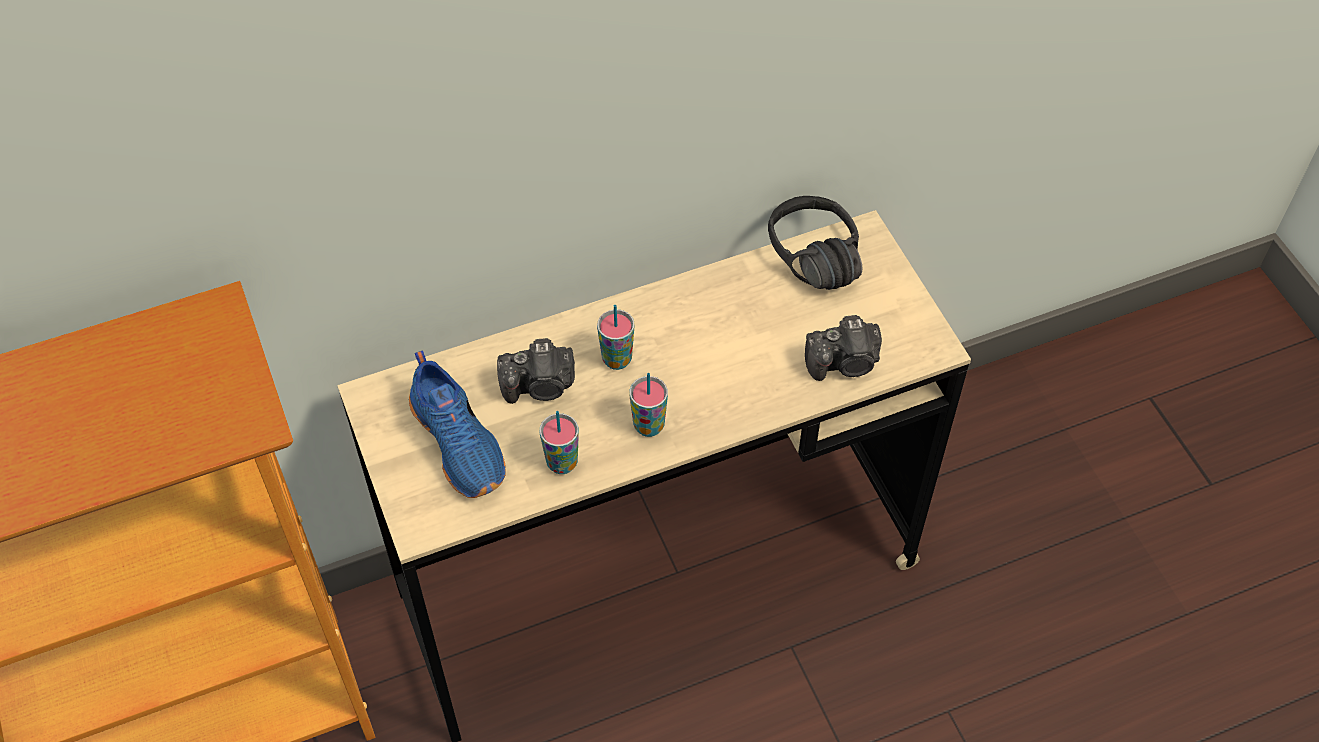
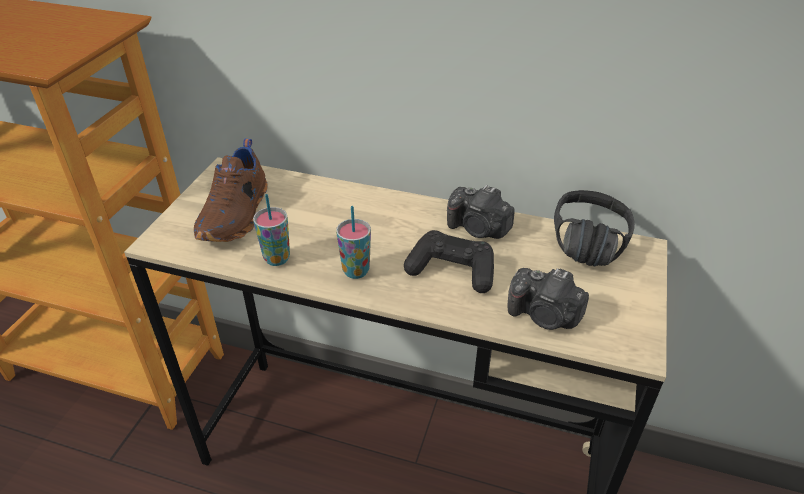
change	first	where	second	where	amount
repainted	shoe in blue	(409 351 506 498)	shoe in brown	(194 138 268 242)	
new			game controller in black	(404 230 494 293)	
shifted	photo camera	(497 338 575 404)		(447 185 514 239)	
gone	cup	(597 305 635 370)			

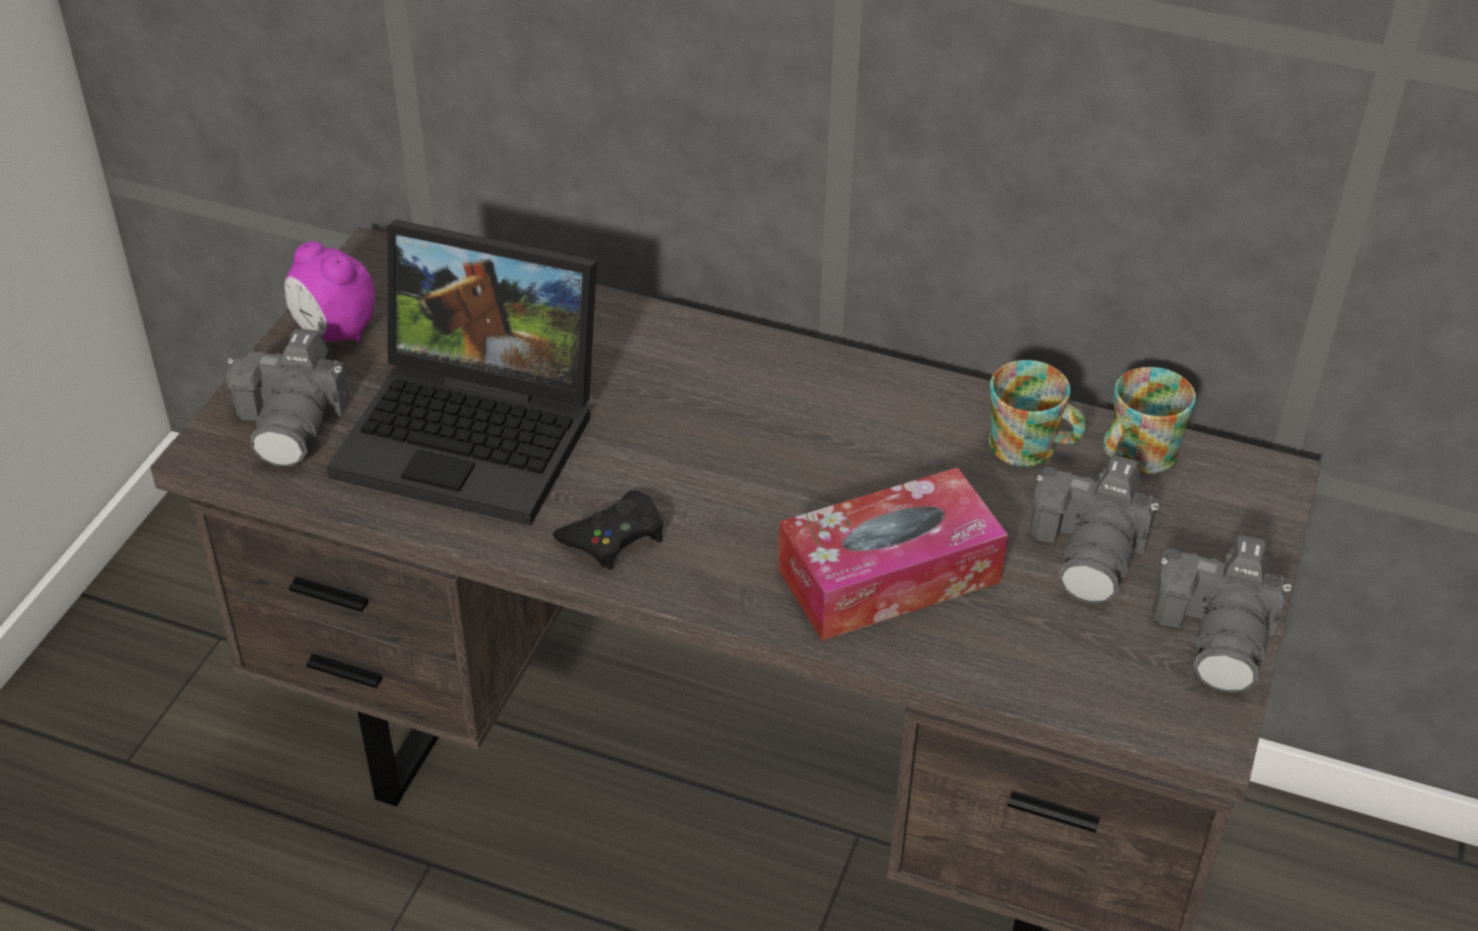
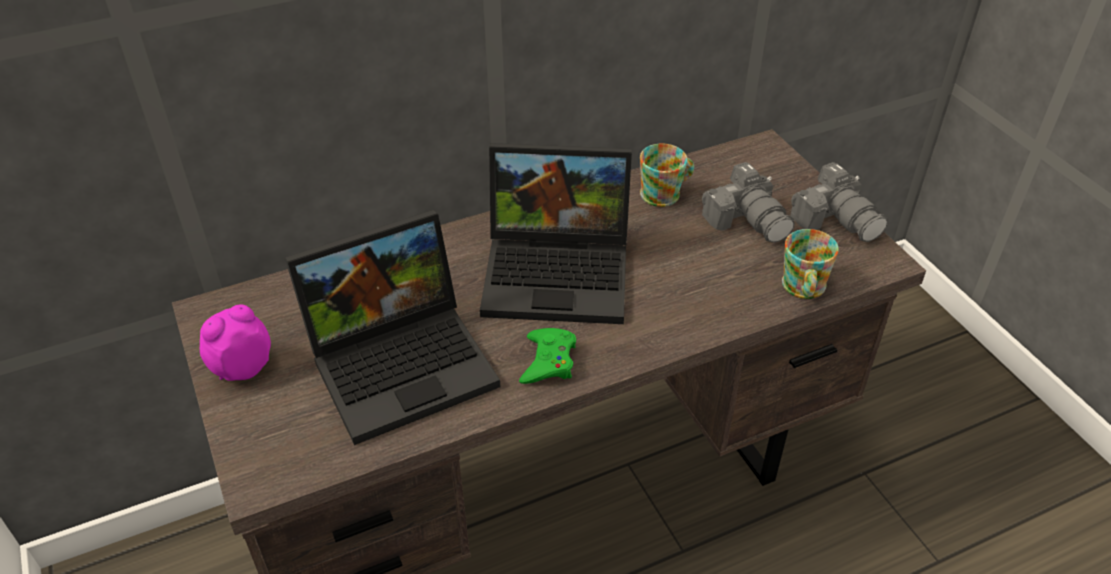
change	first	where	second	where	amount
rotated	alarm clock	(285 241 375 342)		(200 304 271 381)	150 degrees clockwise
new			laptop	(480 143 632 324)	
repainted	game controller in black	(553 490 663 570)	game controller in green	(519 328 576 384)	
shifted	mug	(1103 367 1196 474)		(782 229 839 299)	
gone	photo camera	(226 329 349 466)			
gone	tissue box	(778 467 1008 641)			

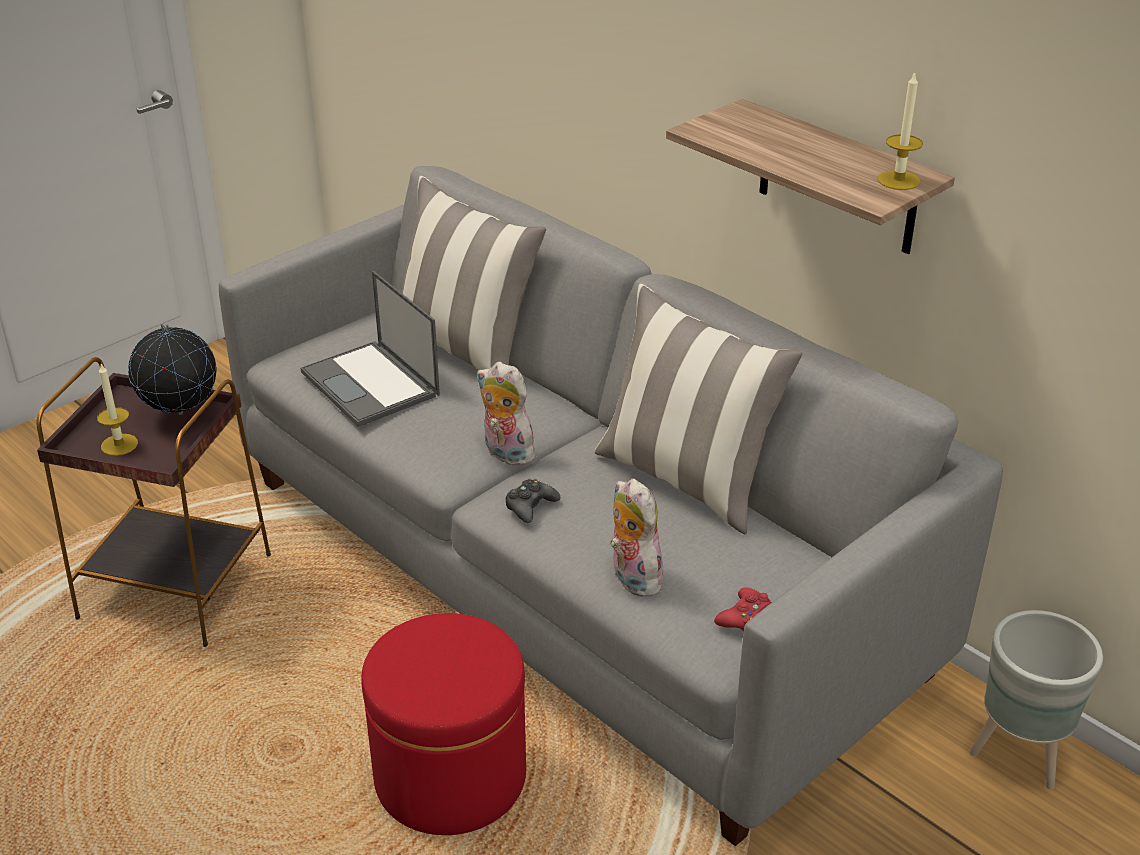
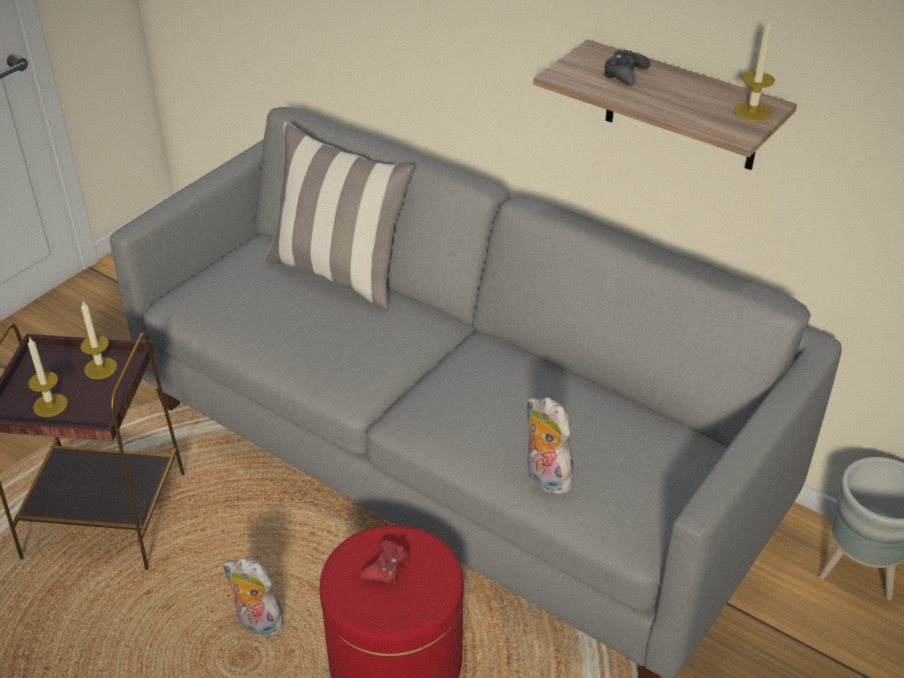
change	first	where	second	where	amount
swapped	globe	(128 324 217 415)	candle	(80 301 117 379)	
shifted	plush toy	(477 362 539 466)		(223 558 284 636)	
shifted	game controller in red	(714 587 772 632)		(360 540 410 585)	
shifted	game controller in black	(506 479 560 523)		(603 50 651 86)	
gone	laptop	(301 271 440 427)			
gone	pillow	(594 284 802 534)			

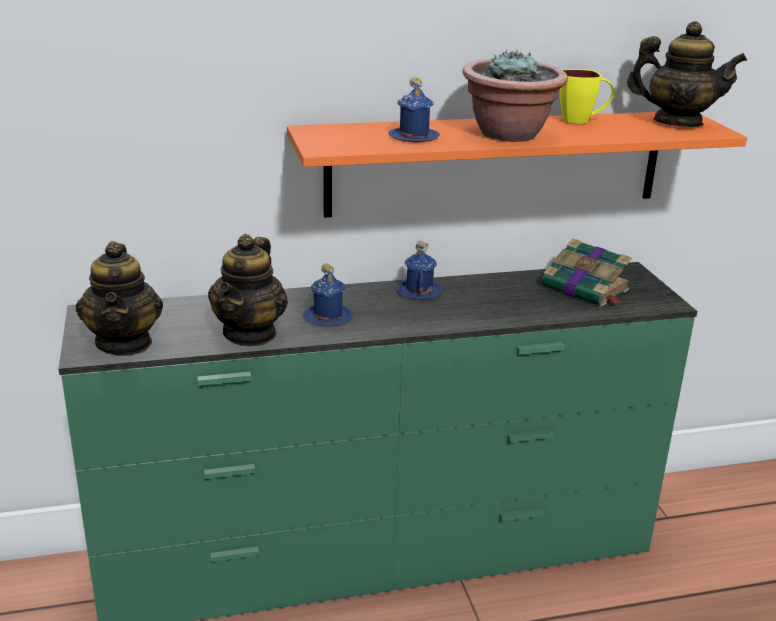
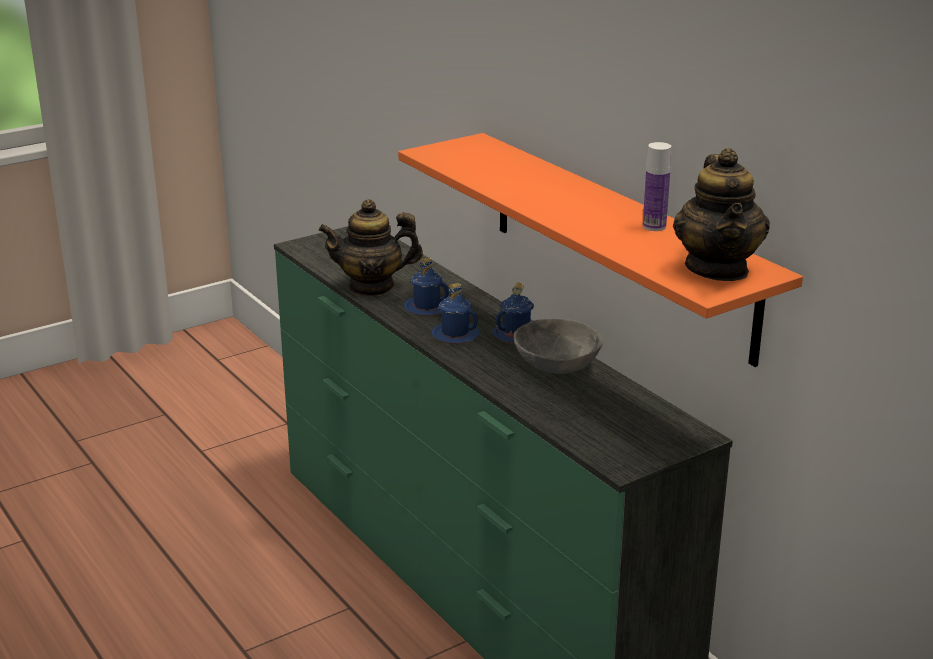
change	first	where	second	where	amount
shifted	mug in blue	(389 77 440 142)		(432 283 480 344)	
new			bowl in grey	(514 319 603 374)	
swapped	mug in yellow	(559 69 614 124)	bottle	(643 142 671 231)	
gone	teapot	(76 241 163 356)			
gone	potted plant	(462 49 568 142)			
gone	book	(542 238 632 307)			

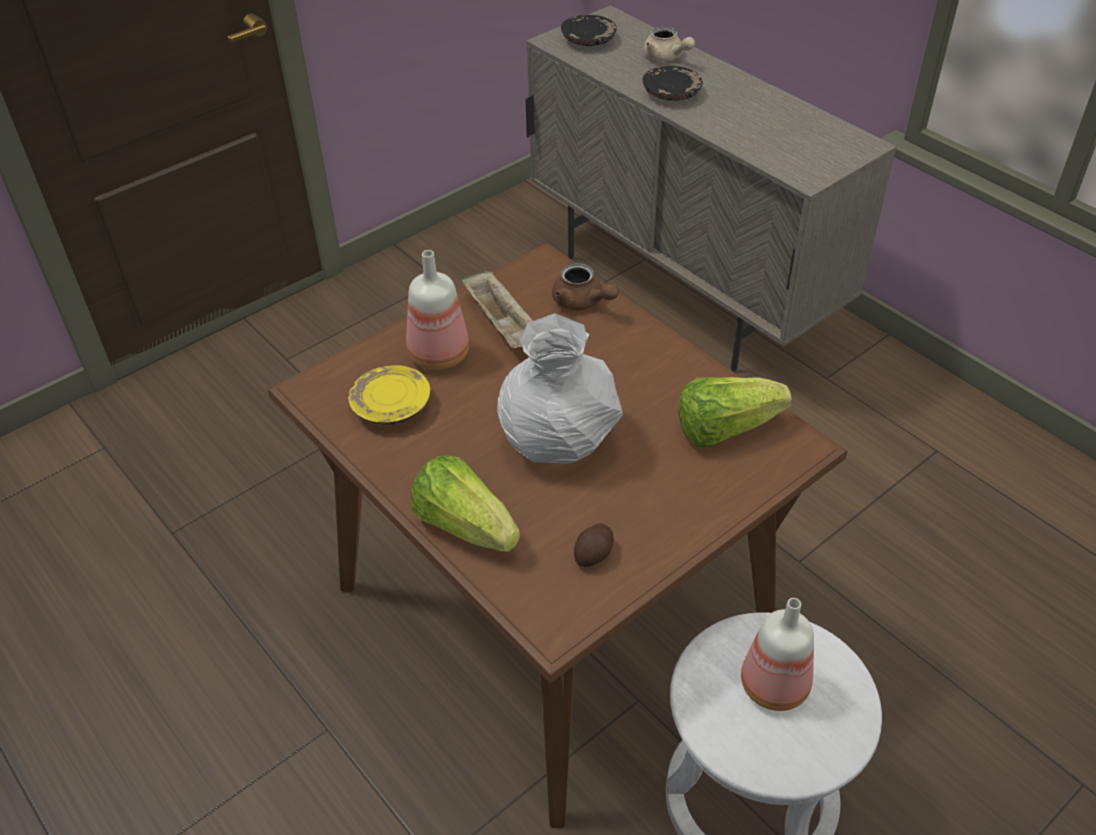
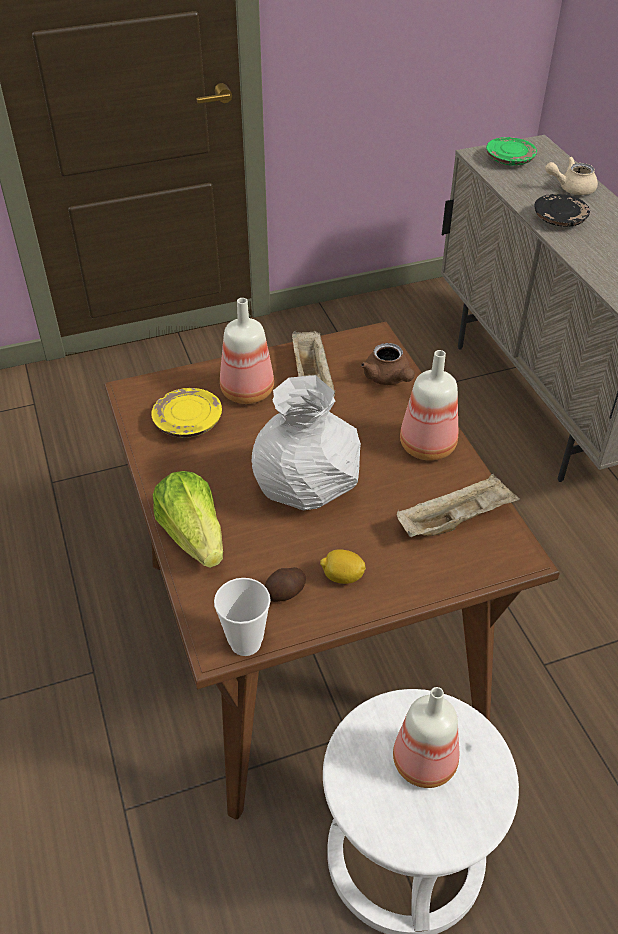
change	first	where	second	where	amount
new			cup	(214 578 271 656)	
new			lemon	(320 549 366 584)	
swapped	lettuce	(678 377 792 447)	tray in beige	(397 474 520 537)	
new			bottle	(400 350 458 461)	
repainted	plate in black	(561 15 617 46)	plate in green	(486 137 537 165)	
rotated	teapot in beige	(643 26 695 61)		(545 156 598 195)	105 degrees clockwise

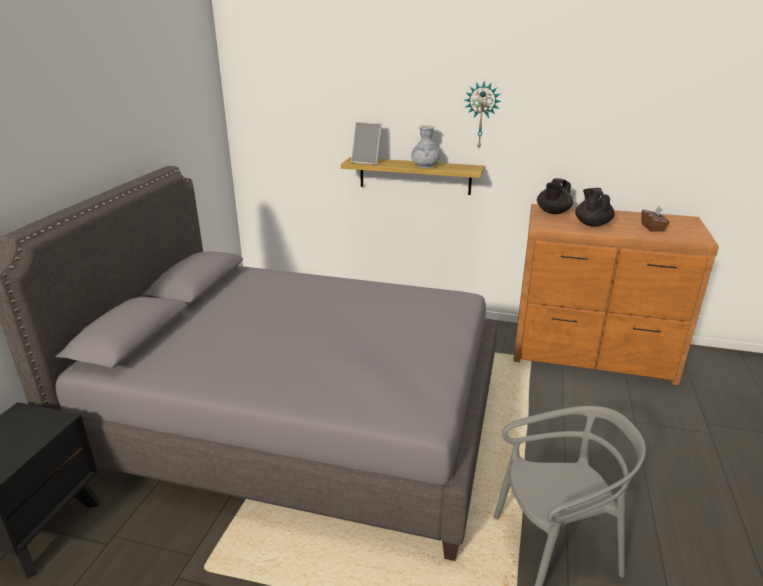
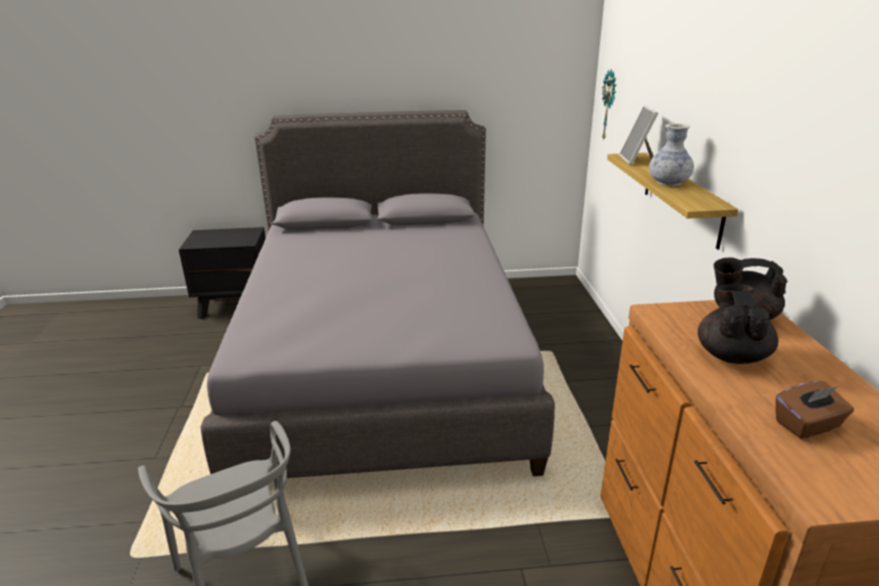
change	first	where	second	where	amount
shifted	wall clock	(465 81 502 148)		(602 69 616 141)	
rotated	teapot in black	(575 188 615 227)		(698 284 778 364)	60 degrees counterclockwise

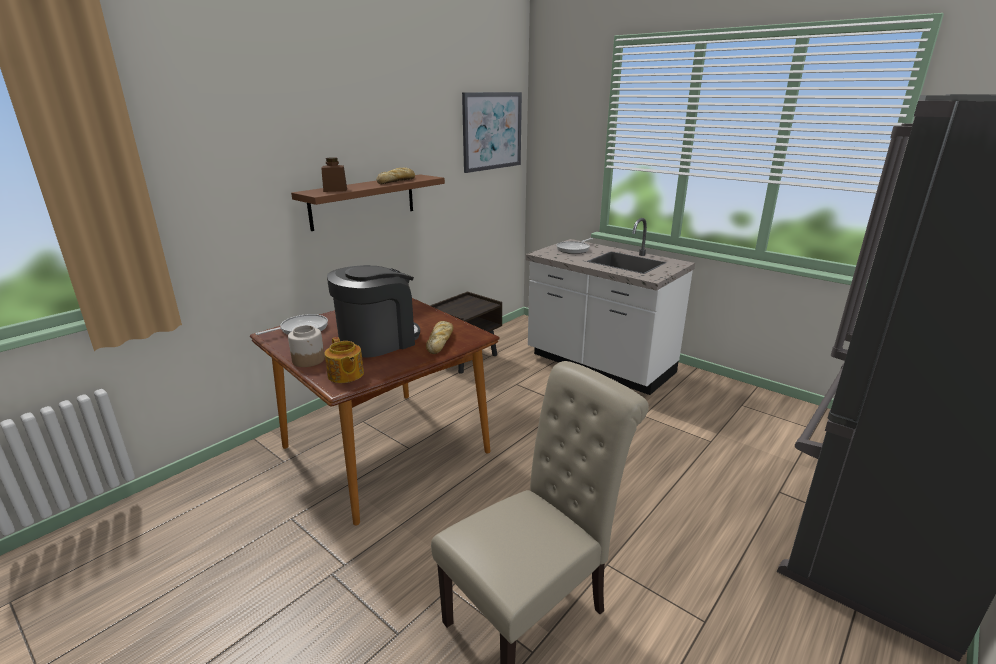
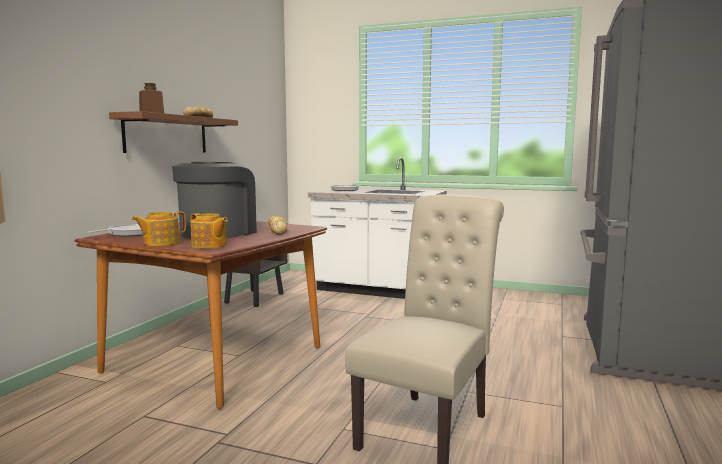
change	first	where	second	where	amount
swapped	jar	(288 325 325 367)	teapot	(132 211 186 246)	
gone	picture	(462 92 522 173)			

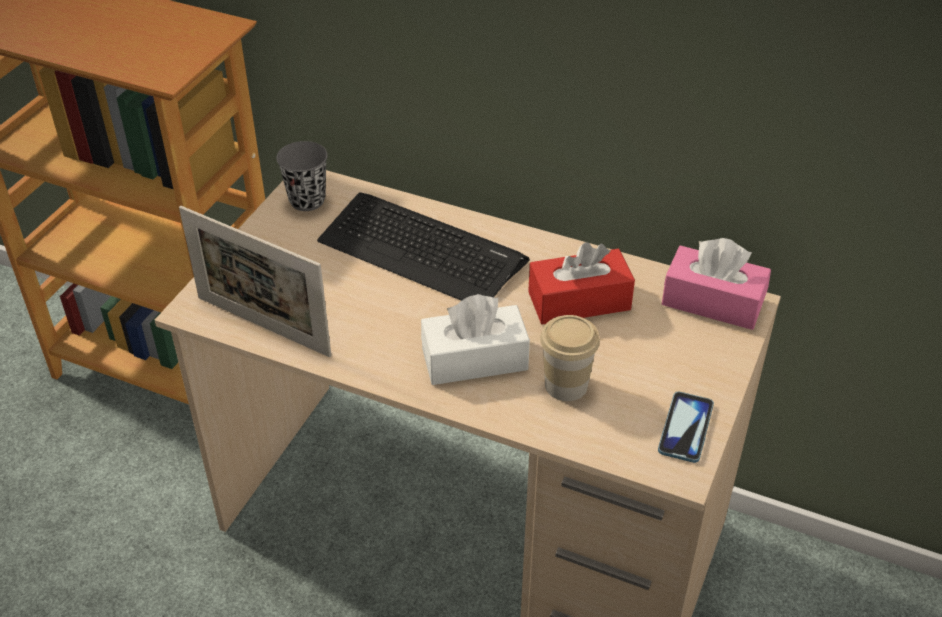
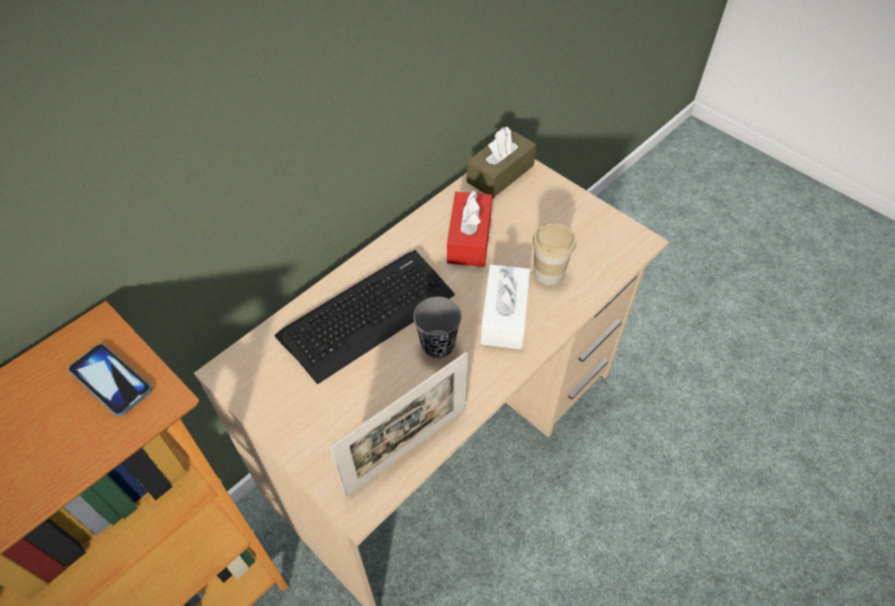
change	first	where	second	where	amount
shifted	phone	(658 392 714 463)		(68 343 152 416)	
shifted	cup in grey	(276 141 328 211)		(413 297 462 358)	
repainted	tissue box in pink	(662 238 771 330)	tissue box in brown	(467 127 536 199)	

